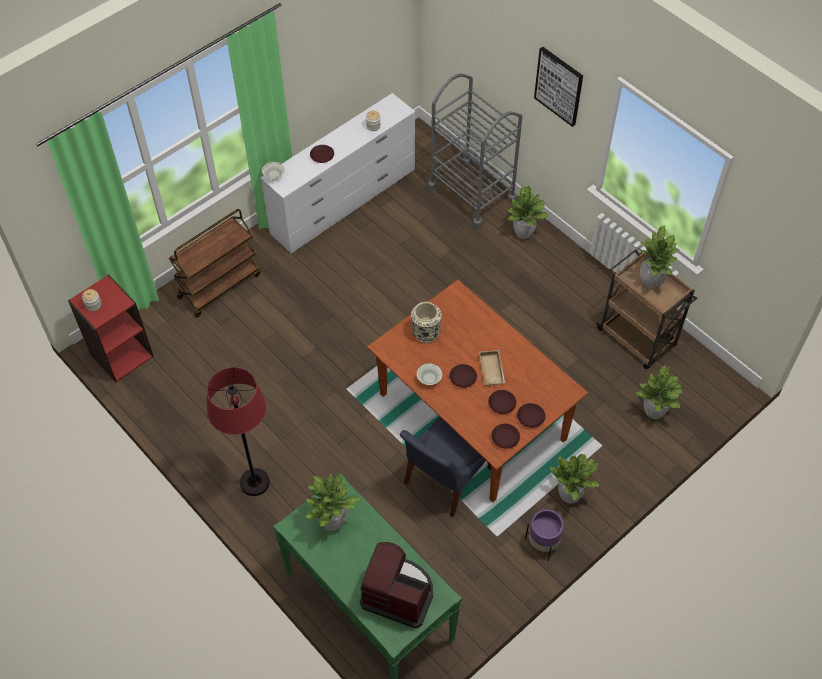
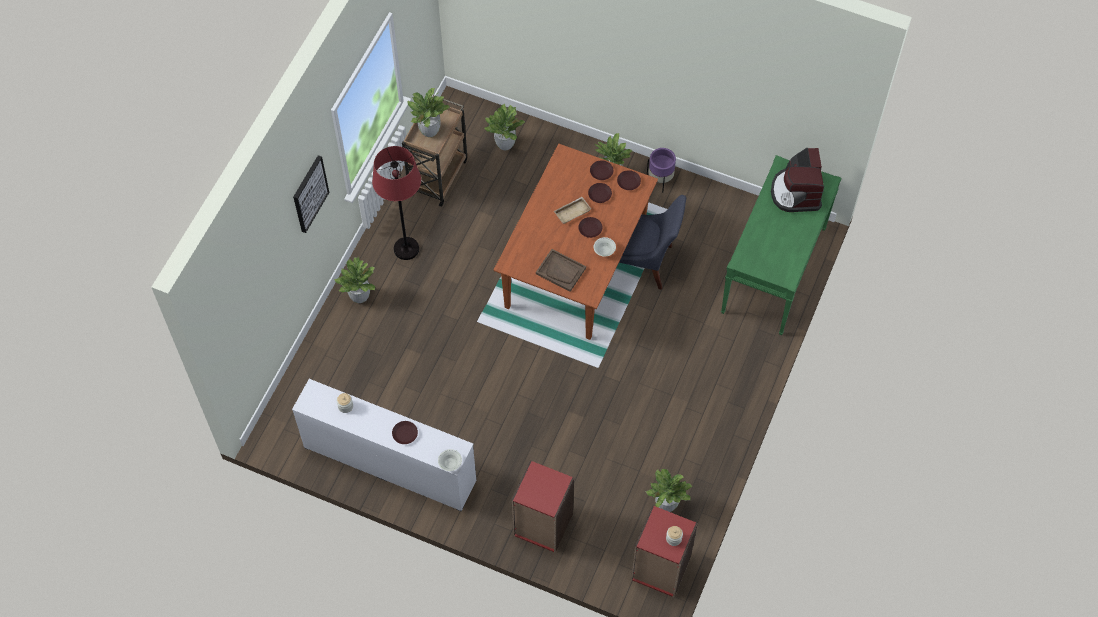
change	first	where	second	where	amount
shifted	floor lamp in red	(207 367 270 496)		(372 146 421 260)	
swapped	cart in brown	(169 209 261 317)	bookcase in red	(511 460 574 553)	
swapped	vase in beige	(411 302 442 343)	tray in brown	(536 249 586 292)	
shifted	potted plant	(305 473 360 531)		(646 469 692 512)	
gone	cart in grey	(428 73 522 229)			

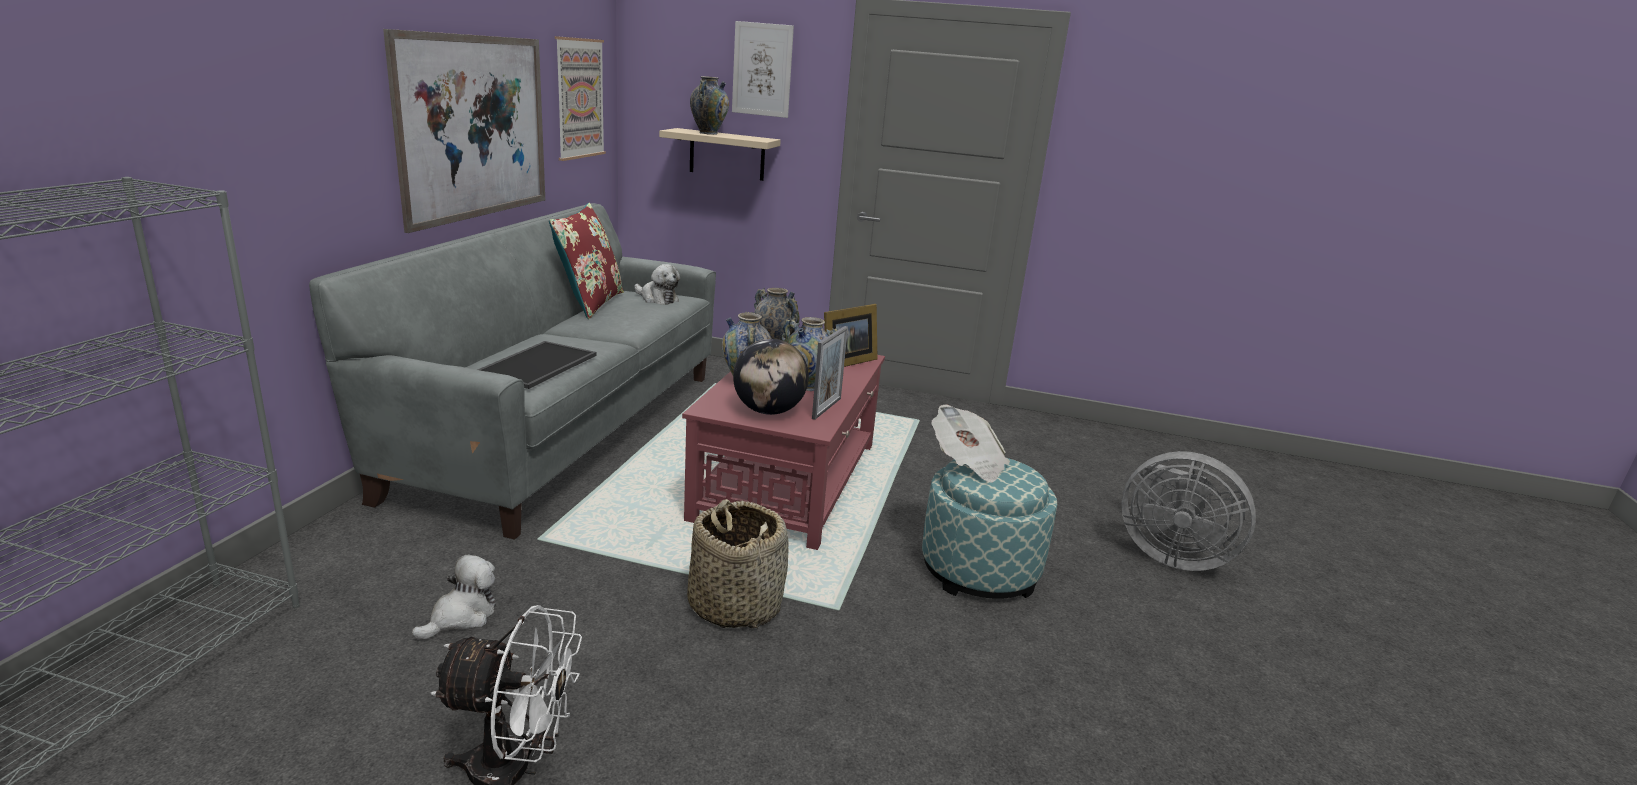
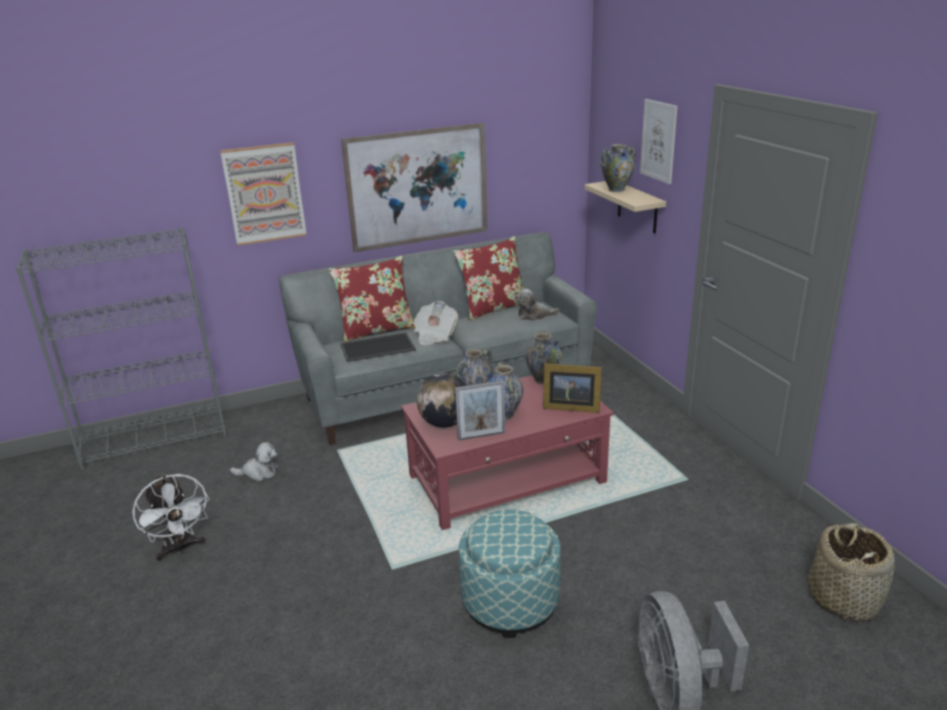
change	first	where	second	where	amount
shifted	picture	(555 36 606 161)		(220 142 307 246)	
new			pillow in red	(329 256 415 342)	
shifted	newspaper	(932 405 1010 483)		(413 301 458 345)	
rotated	plush toy	(634 264 680 305)		(516 289 559 321)	90 degrees clockwise
shifted	basket	(687 499 789 628)		(808 523 895 622)	

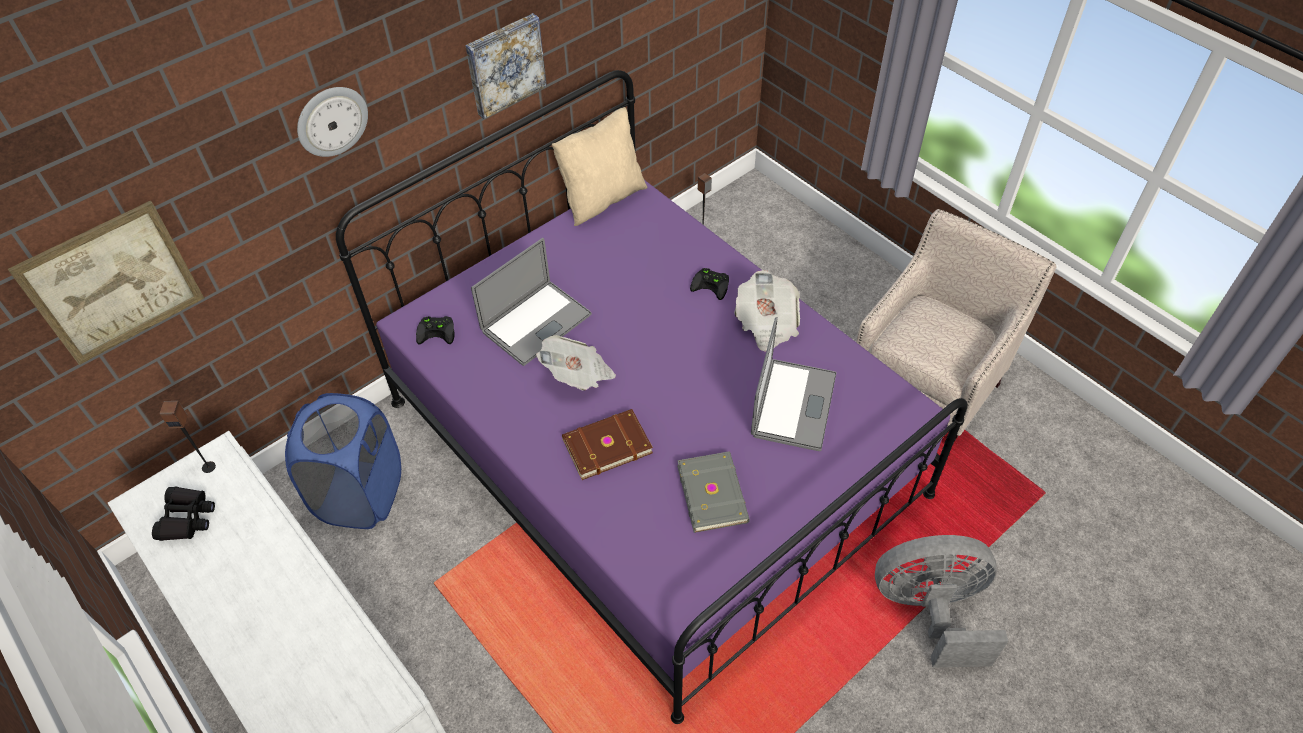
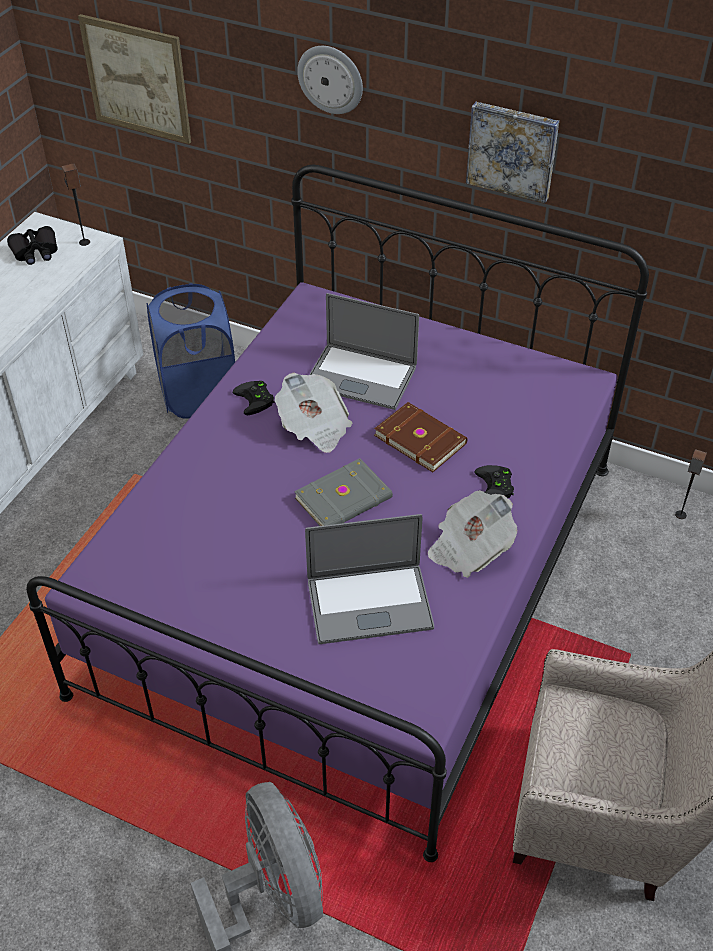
change	first	where	second	where	amount
shifted	game controller in black	(416 316 455 344)		(233 381 274 415)	
shifted	book in grey	(677 452 750 533)		(294 458 393 526)	
shifted	book in brown	(562 409 653 480)		(374 402 467 472)	
gone	pillow in beige	(552 107 647 226)			

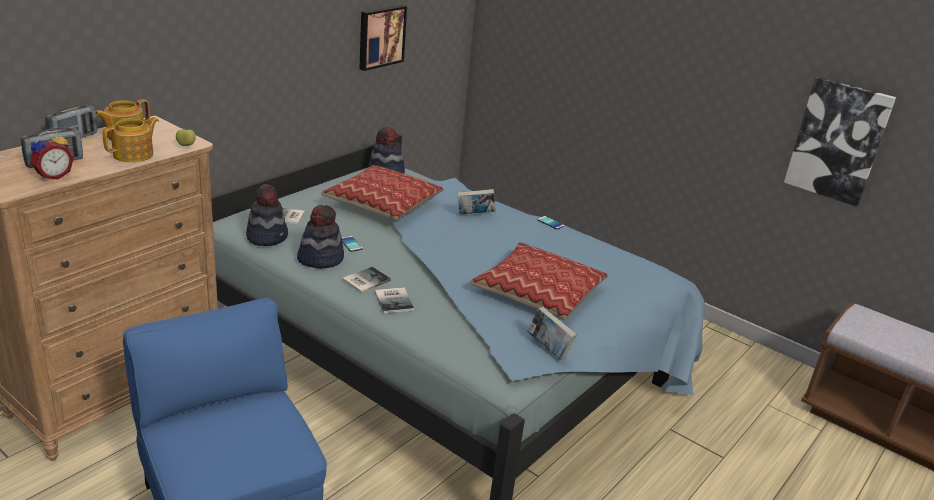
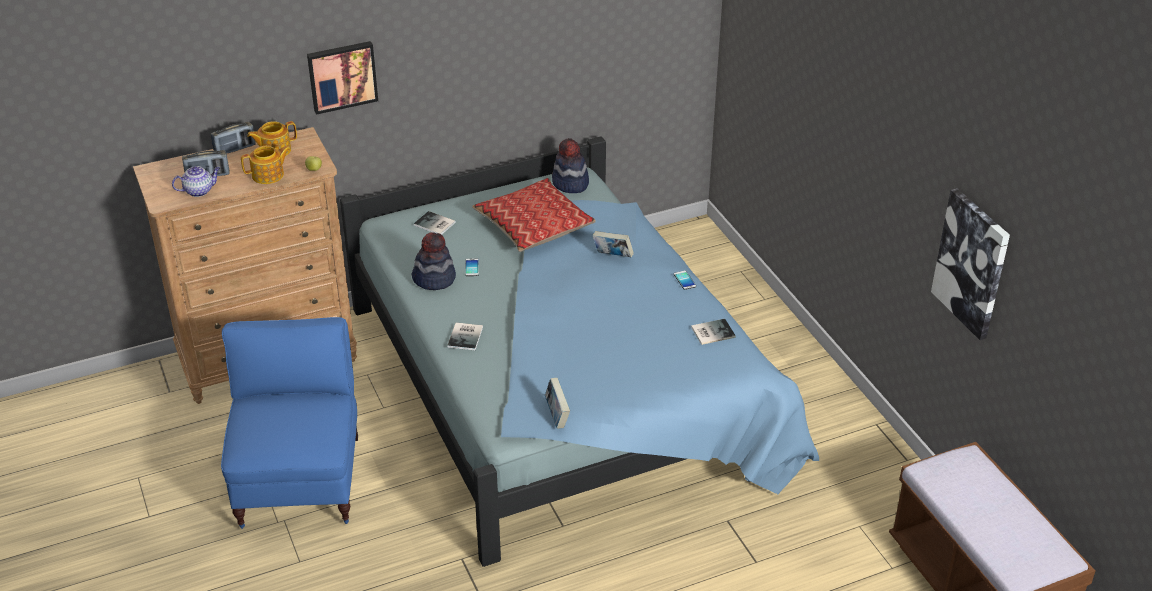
change	first	where	second	where	amount
swapped	alarm clock	(30 131 74 180)	teapot	(172 166 220 197)	
shifted	picture	(360 5 407 71)		(307 41 378 115)	
shifted	book	(342 267 391 293)		(691 319 736 345)	
gone	hat	(246 184 288 246)			
gone	pillow	(470 242 608 321)			

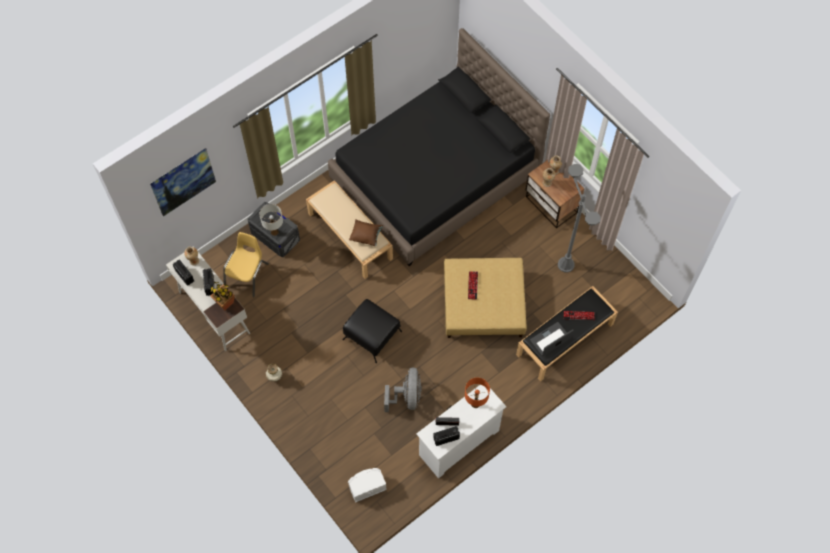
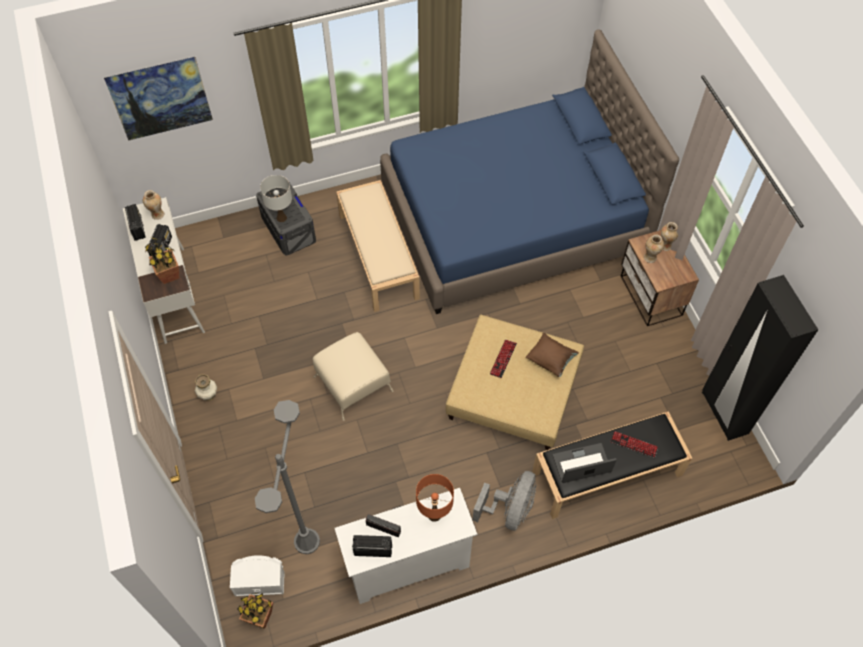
change	first	where	second	where	amount
new			potted plant	(237 593 273 629)	
shifted	floor lamp in grey	(558 164 601 273)		(255 400 320 554)	
repainted	ottoman in black	(342 299 402 363)	ottoman in beige	(313 332 393 421)	
repainted	bed in black	(328 28 550 266)	bed in blue	(380 29 679 314)	
shifted	fan in grey	(384 368 422 412)		(473 471 536 531)	
shifted	pillow in brown	(349 219 383 246)		(526 333 579 377)	
new			wardrobe in black	(702 275 818 441)	
gone	chair in yellow	(223 232 269 297)			

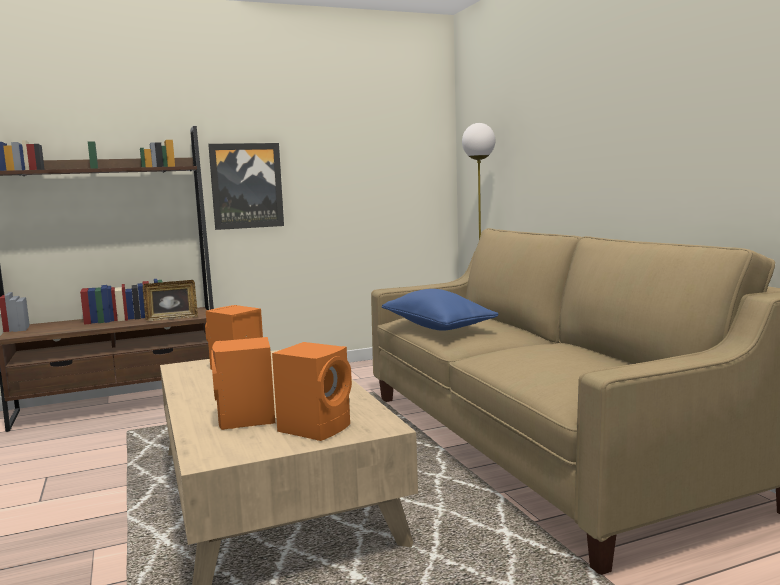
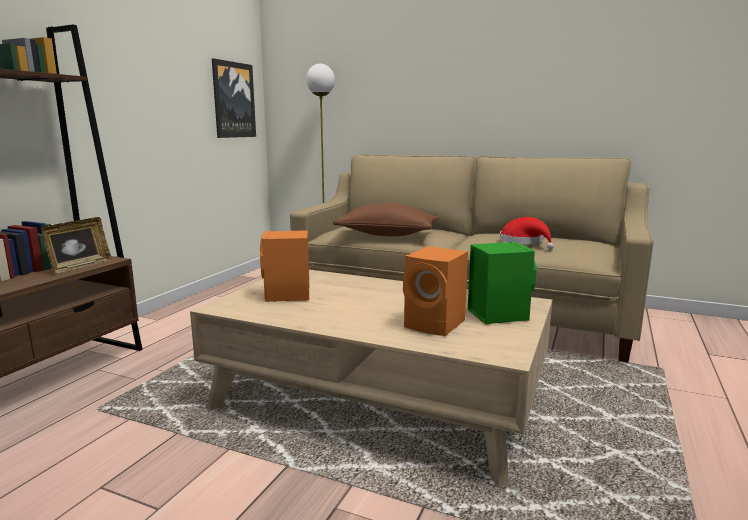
change	first	where	second	where	amount
shifted	picture	(208 143 284 230)		(212 58 256 138)	
repainted	pillow in blue	(382 289 498 331)	pillow in brown	(333 203 439 236)	
repainted	speaker in orange	(272 342 352 441)	speaker in green	(468 242 537 324)	
new			hat in red	(500 217 554 249)	

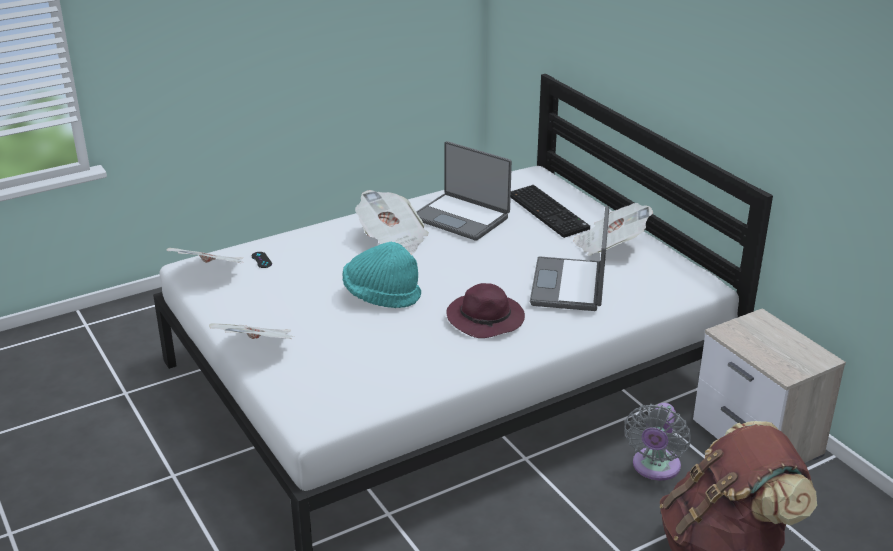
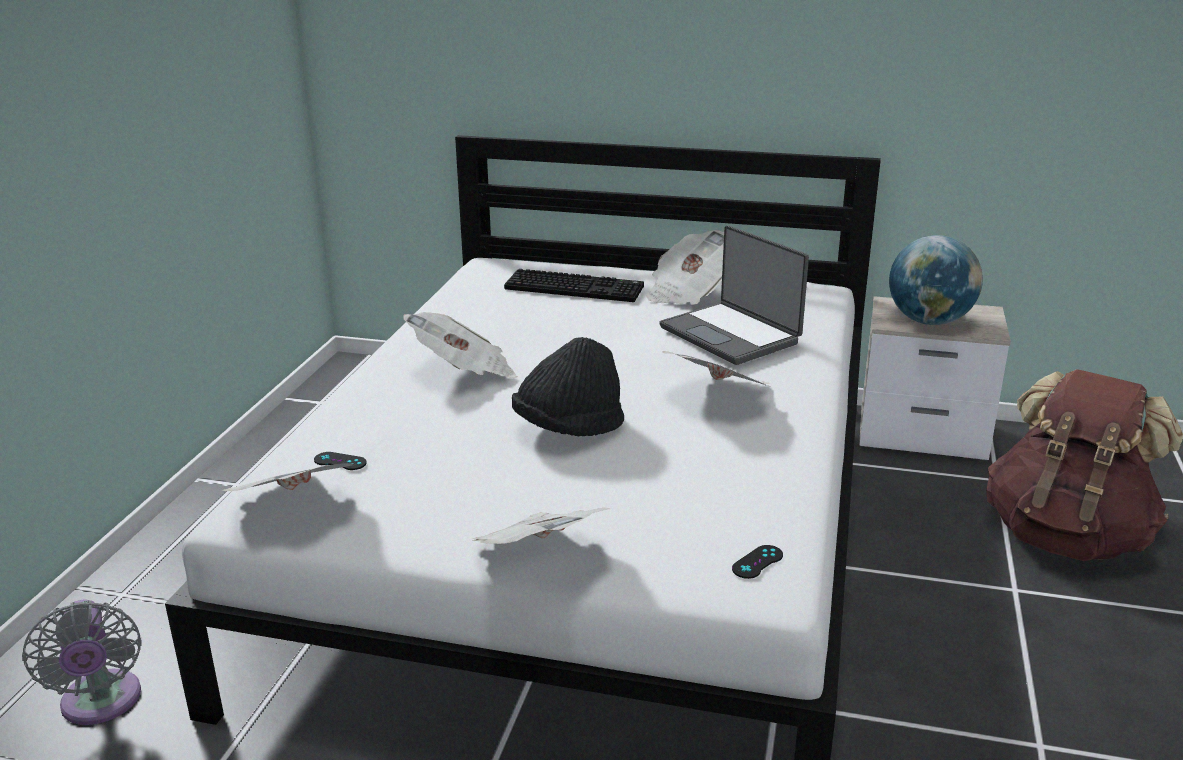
change	first	where	second	where	amount
shifted	fan in grey	(624 403 691 480)		(22 600 141 725)	
repainted	hat in turquoise	(342 242 421 308)	hat in black	(512 337 624 436)	
swapped	hat in purple	(446 283 525 338)	newspaper	(662 351 771 387)	
new			game controller in black	(732 545 783 579)	
new			globe	(889 235 983 325)	
gone	laptop	(416 141 512 241)			

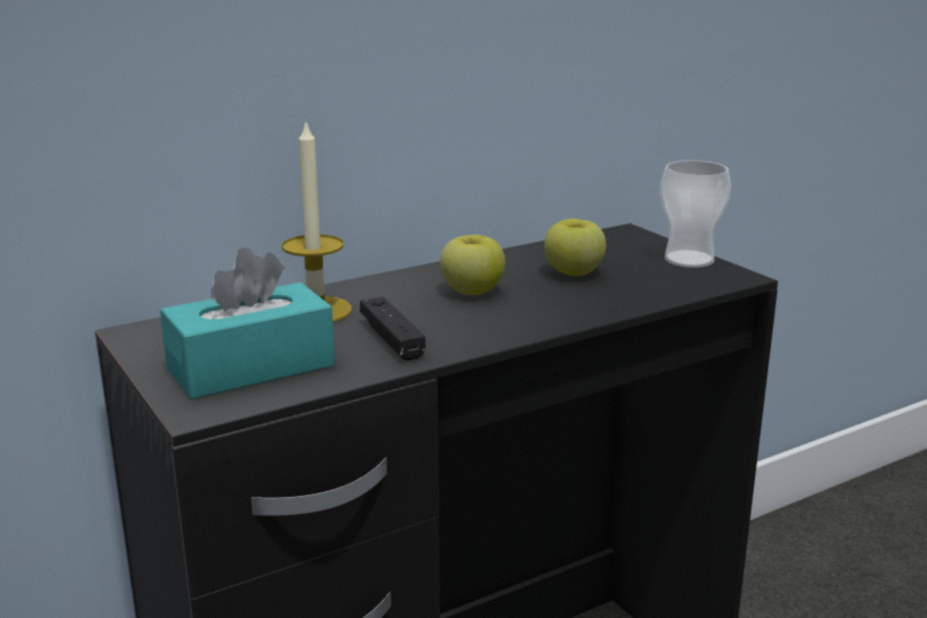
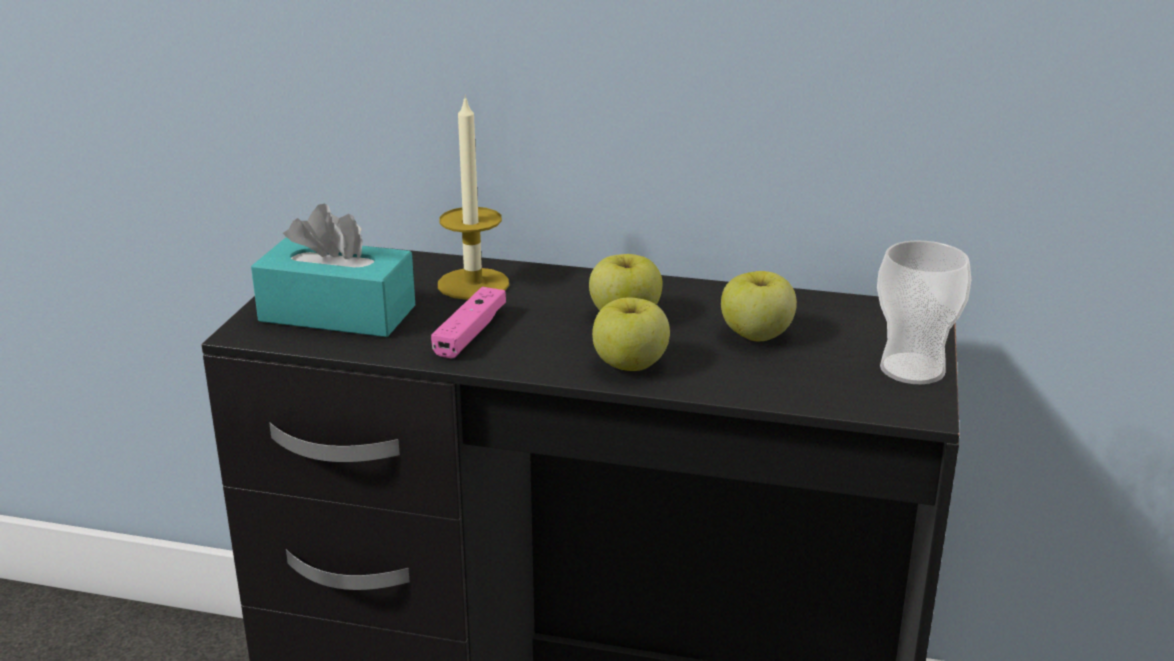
change	first	where	second	where	amount
repainted	game controller in black	(360 297 426 361)	game controller in pink	(431 287 506 359)	
new			apple	(592 297 670 371)	

